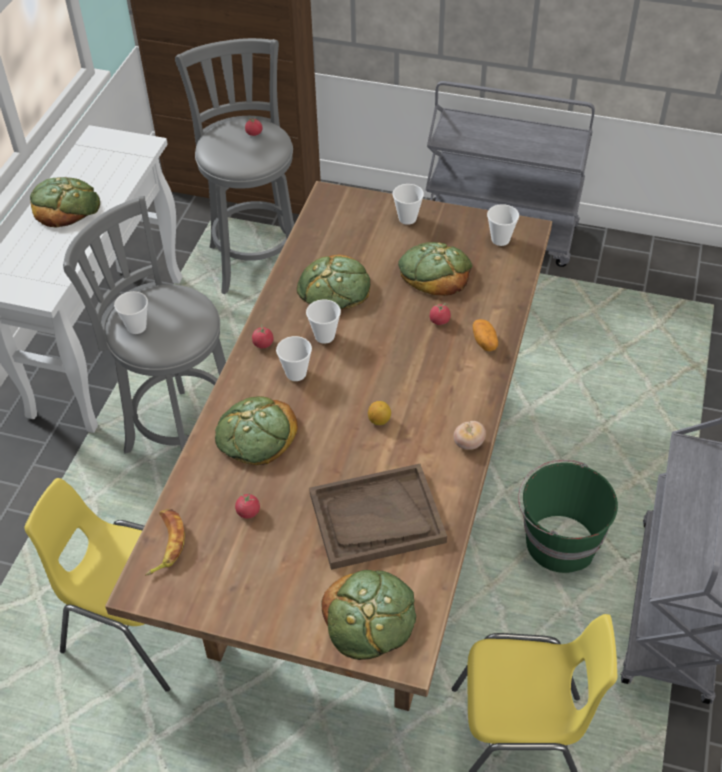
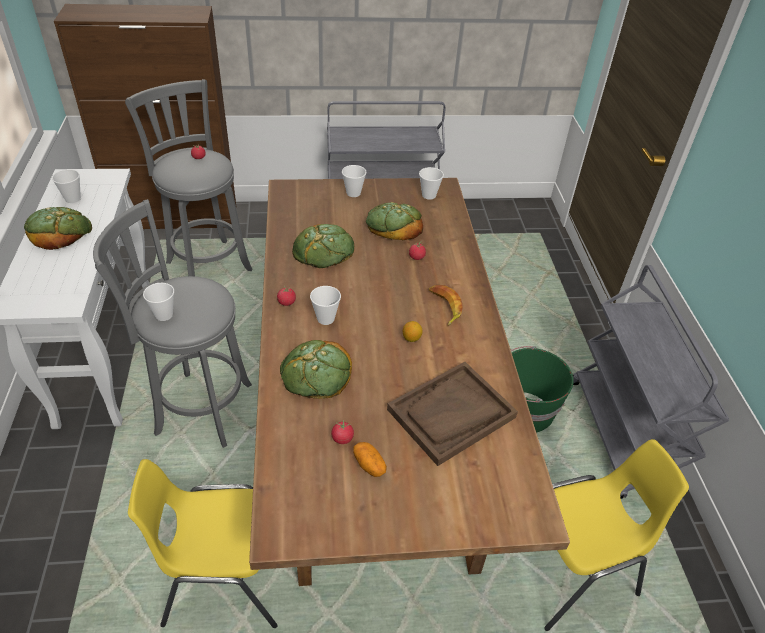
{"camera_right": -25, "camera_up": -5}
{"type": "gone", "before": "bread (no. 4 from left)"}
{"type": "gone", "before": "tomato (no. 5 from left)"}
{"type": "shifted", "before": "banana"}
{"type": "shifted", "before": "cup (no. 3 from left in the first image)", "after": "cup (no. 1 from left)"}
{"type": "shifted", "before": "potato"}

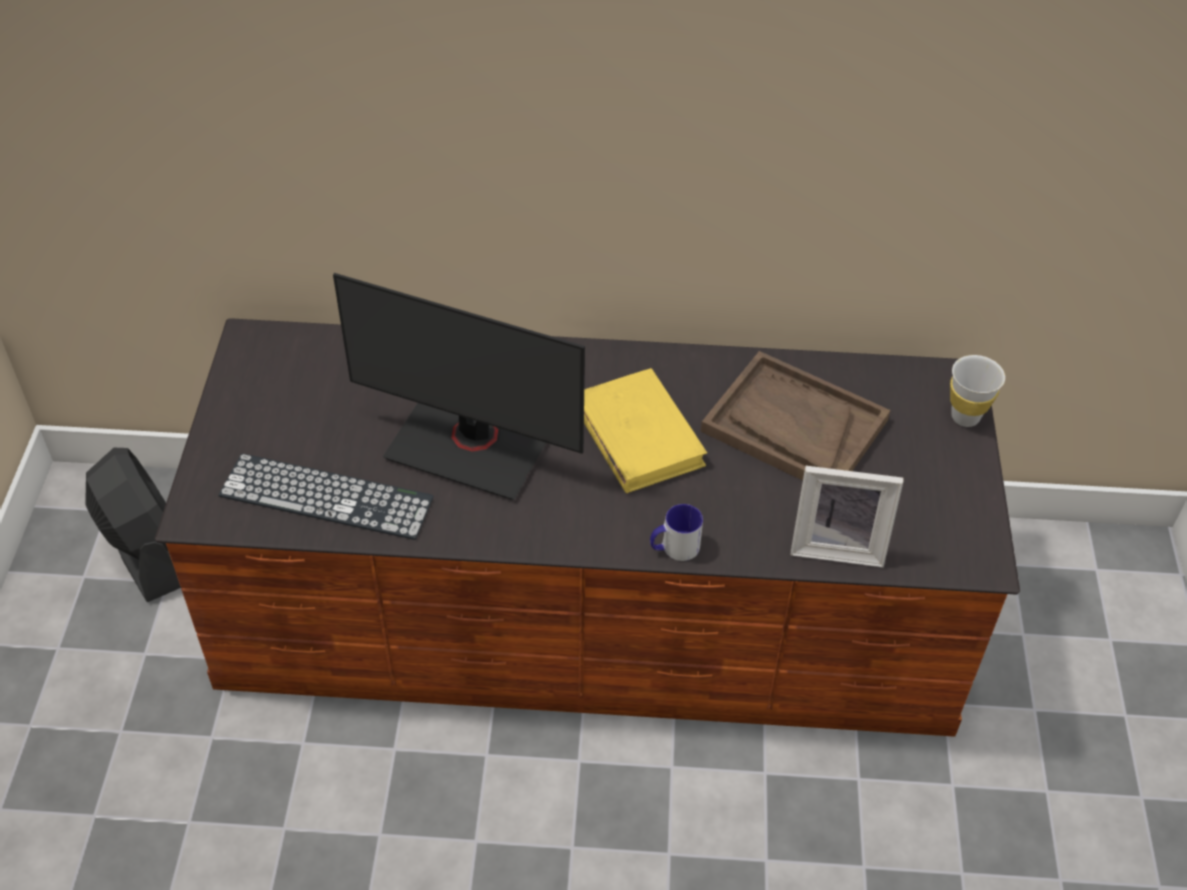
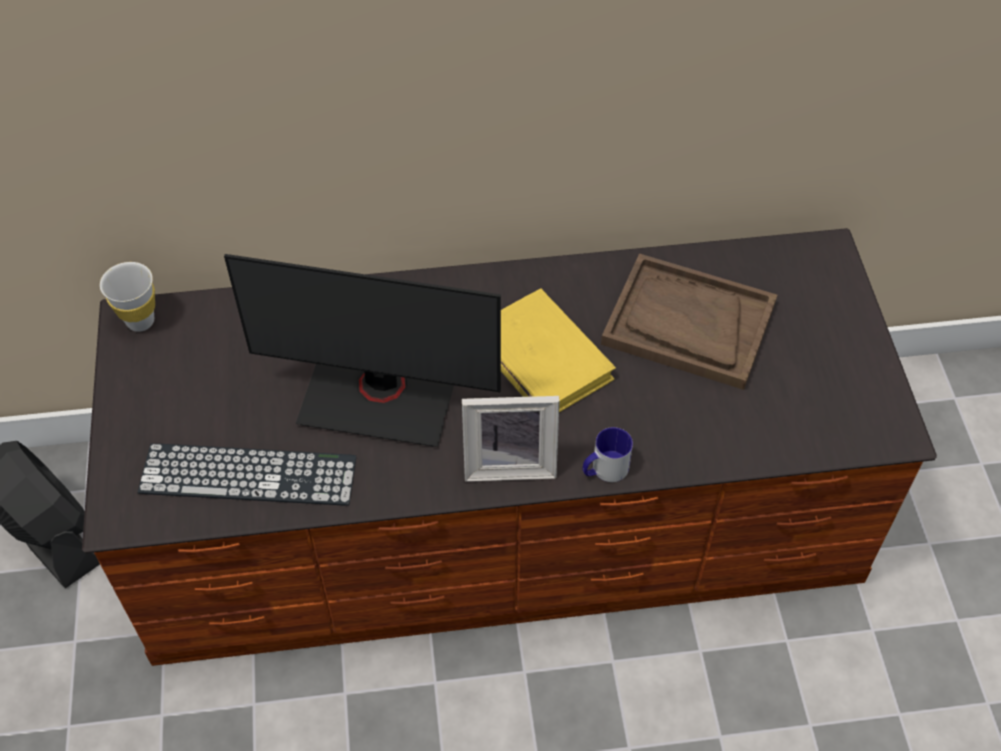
{"camera_right": -10, "camera_up": 5}
{"type": "shifted", "before": "picture frame"}
{"type": "shifted", "before": "white cup"}

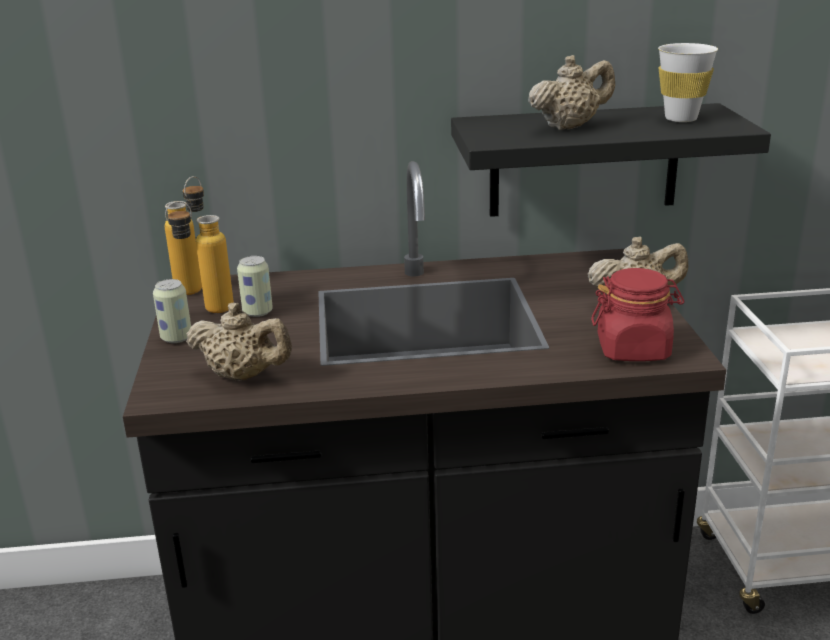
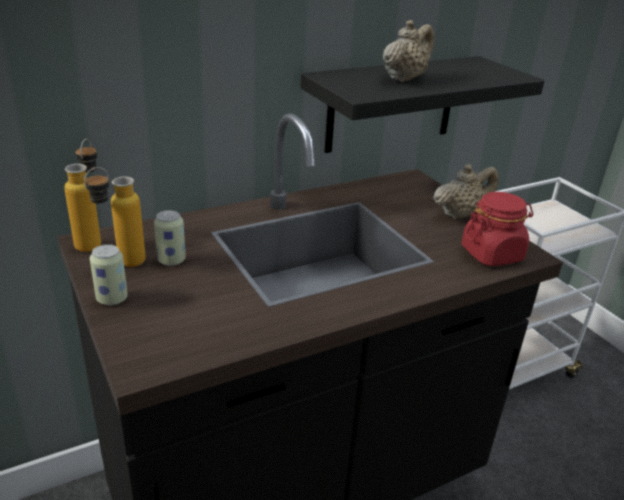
{"camera_right": -25, "camera_up": 5}
{"type": "gone", "before": "beige teapot (no. 1 from left)"}
{"type": "gone", "before": "white cup"}

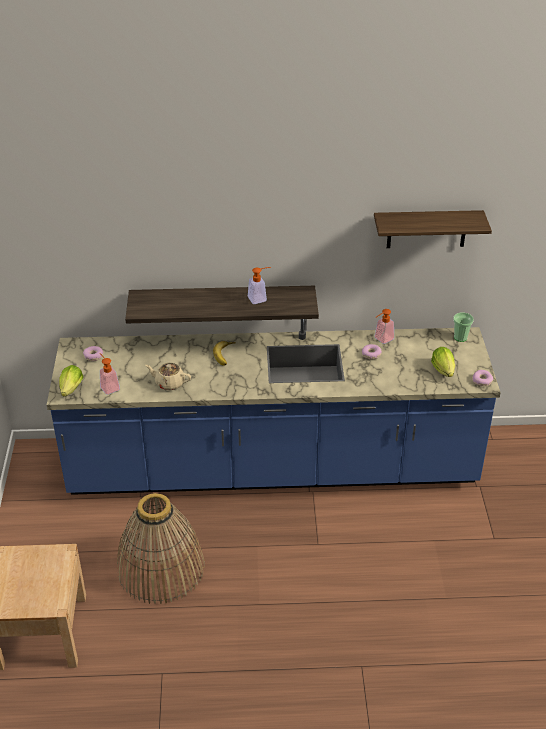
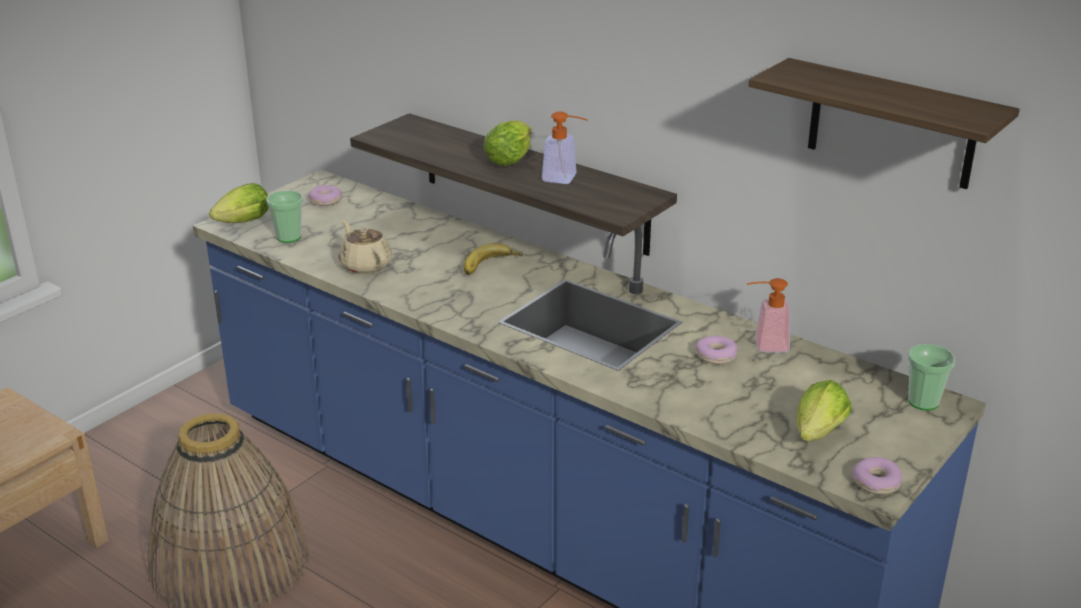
{"camera_right": 40, "camera_up": -10}
{"type": "new", "after": "lettuce (no. 2 from left)"}
{"type": "swapped", "before": "soap dispenser (no. 1 from left)", "after": "cup (no. 1 from left)"}

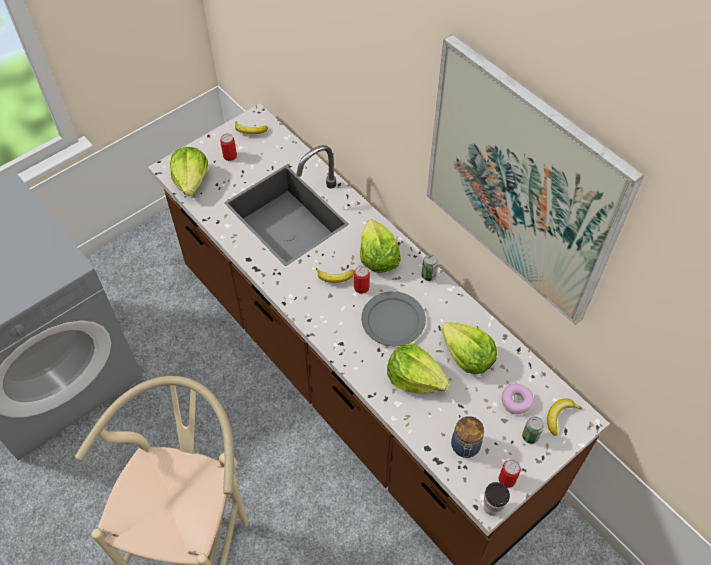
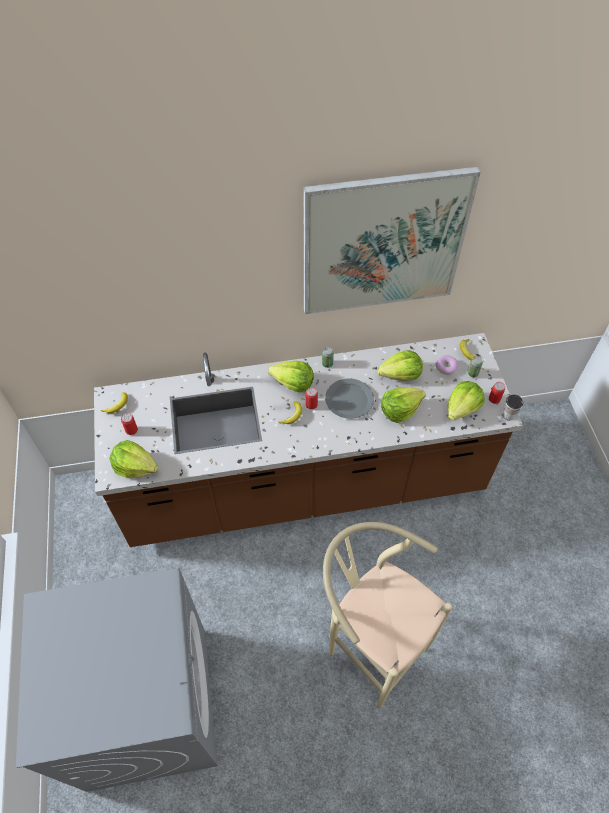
{"camera_right": -60, "camera_up": 0}
{"type": "swapped", "before": "jar", "after": "lettuce (no. 5 from left)"}

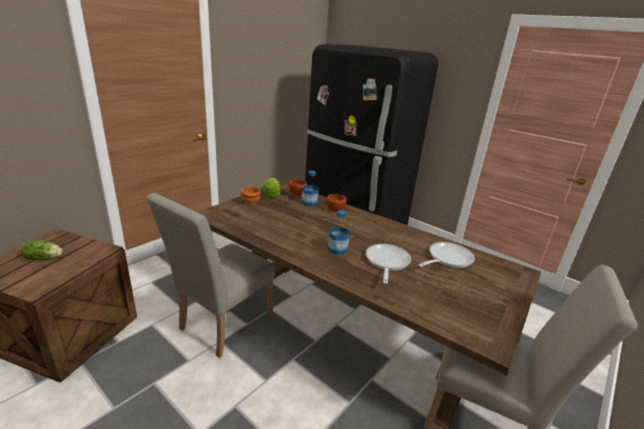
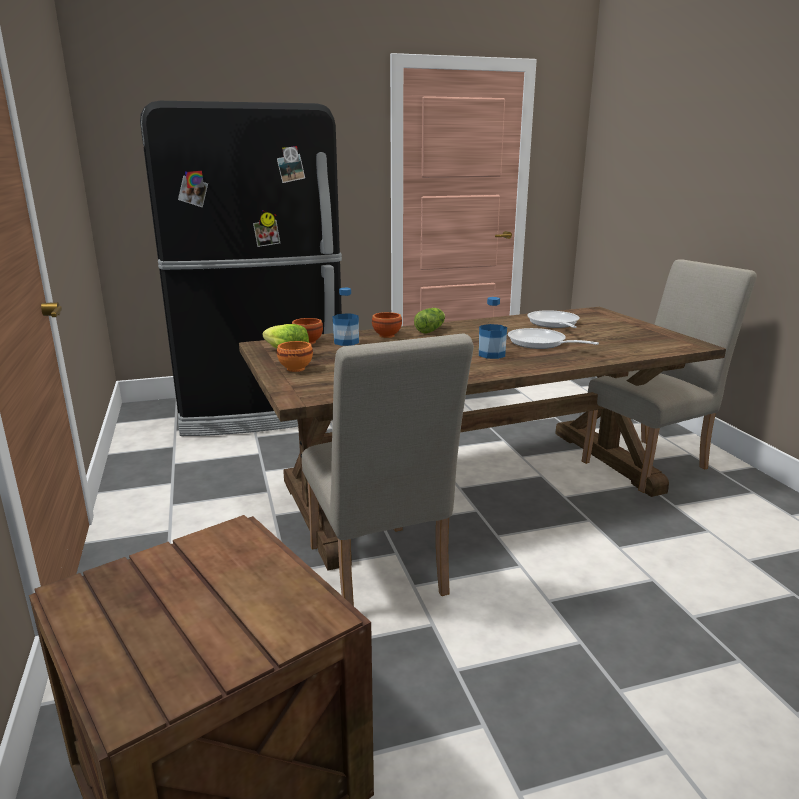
{"camera_right": -55, "camera_up": -5}
{"type": "shifted", "before": "lettuce (no. 1 from left in the first image)", "after": "lettuce (no. 2 from left)"}

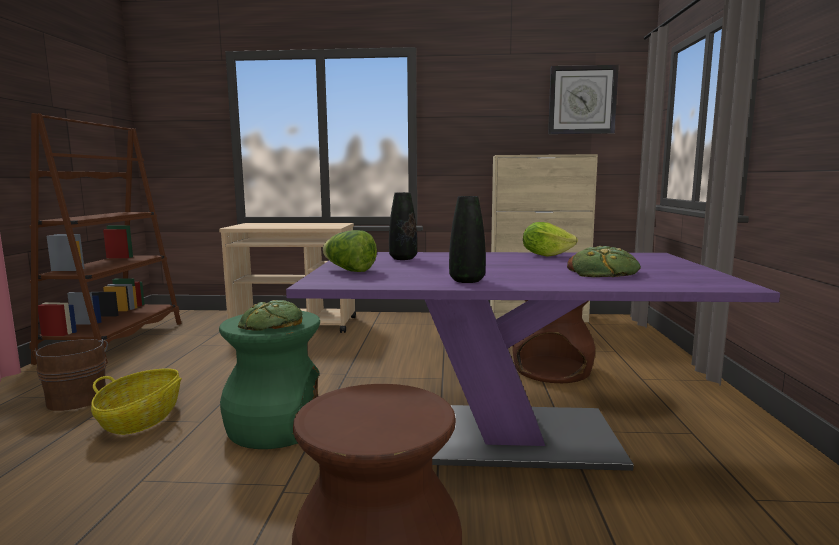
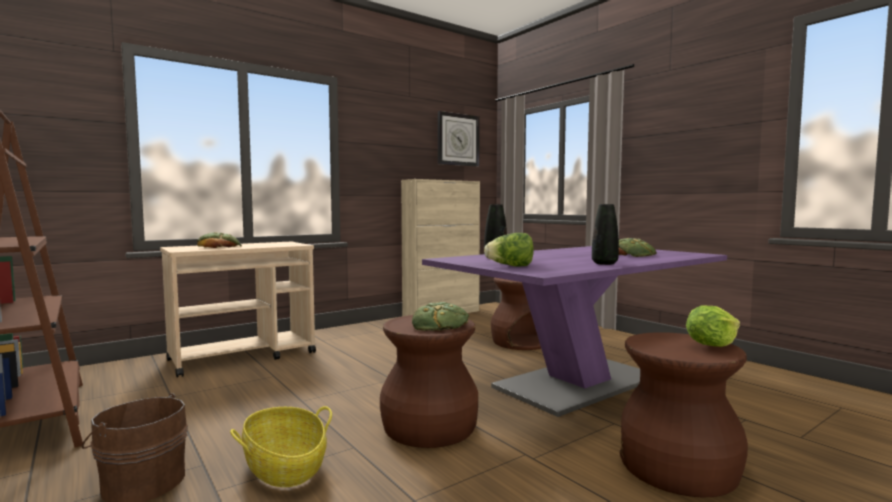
{"camera_right": -40, "camera_up": -5}
{"type": "new", "after": "bread (no. 1 from left)"}
{"type": "shifted", "before": "lettuce (no. 2 from left)"}
{"type": "repainted", "before": "green stool", "after": "brown stool (no. 1 from left)"}

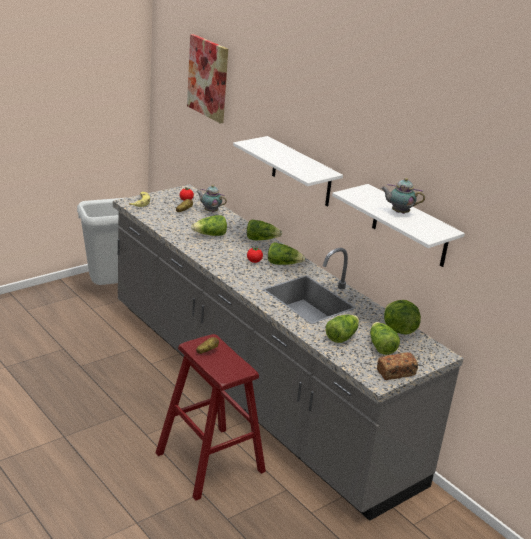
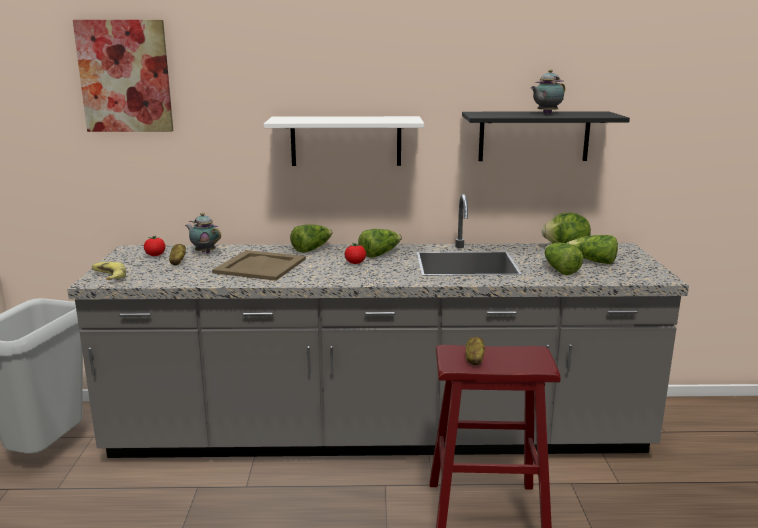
{"camera_right": -50, "camera_up": -10}
{"type": "gone", "before": "bread"}
{"type": "swapped", "before": "lettuce (no. 1 from left)", "after": "beige tray"}
{"type": "repainted", "before": "white shelf (no. 2 from left)", "after": "black shelf"}
{"type": "rotated", "before": "teapot (no. 1 from left)", "turn": 60}

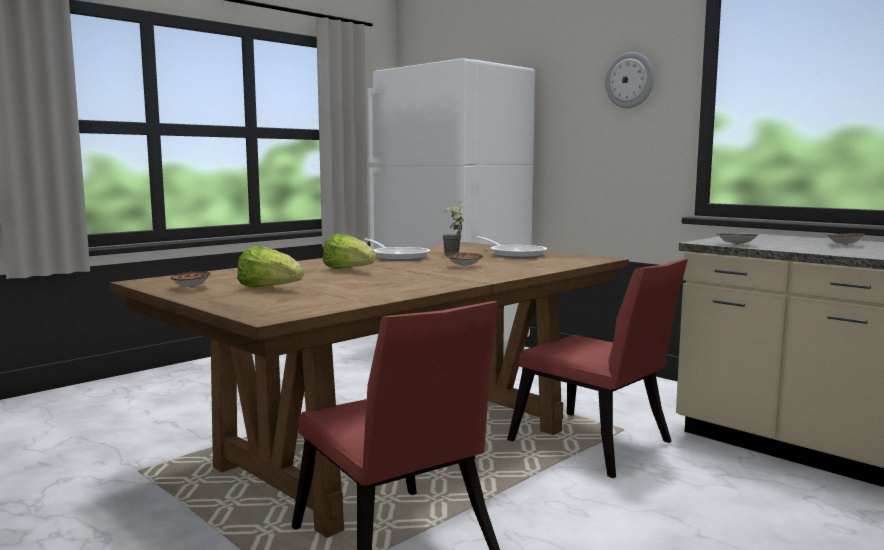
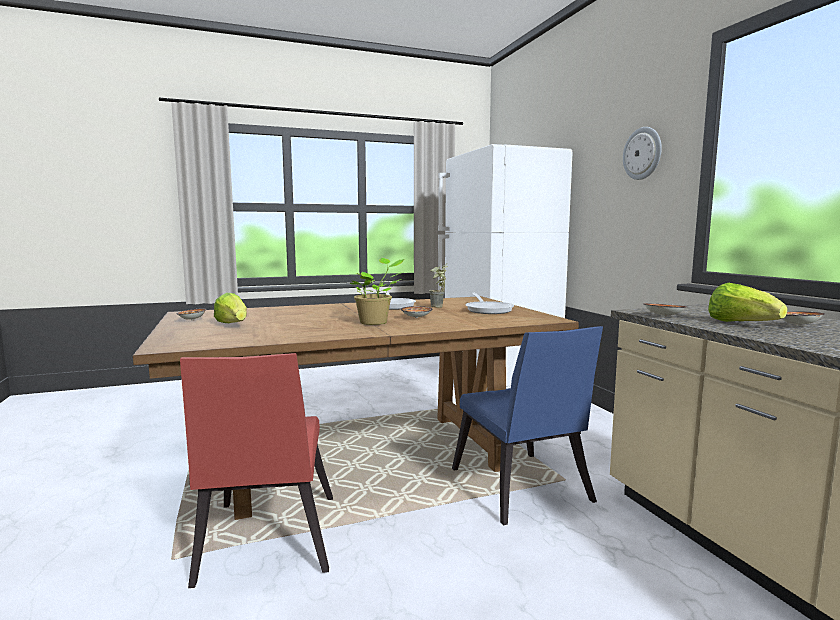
{"camera_right": 25, "camera_up": 0}
{"type": "new", "after": "potted plant (no. 1 from left)"}
{"type": "shifted", "before": "lettuce (no. 2 from left)"}
{"type": "repainted", "before": "red chair (no. 2 from left)", "after": "blue chair"}

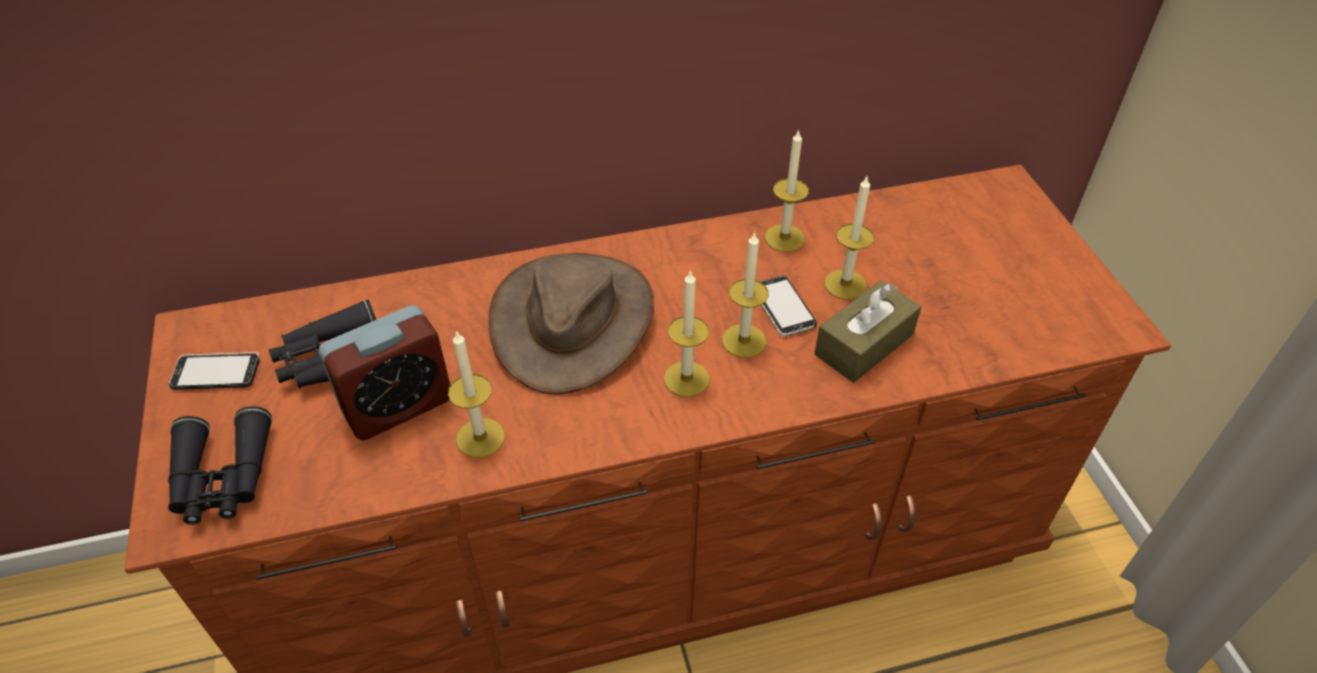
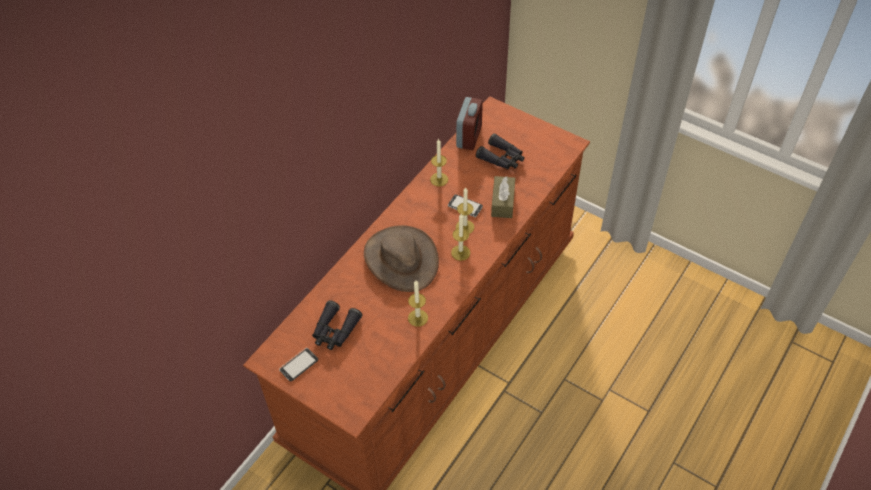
{"camera_right": -40, "camera_up": 5}
{"type": "gone", "before": "candle (no. 5 from left)"}
{"type": "shifted", "before": "black binoculars (no. 1 from left in the first image)", "after": "black binoculars (no. 2 from left)"}
{"type": "shifted", "before": "alarm clock"}

